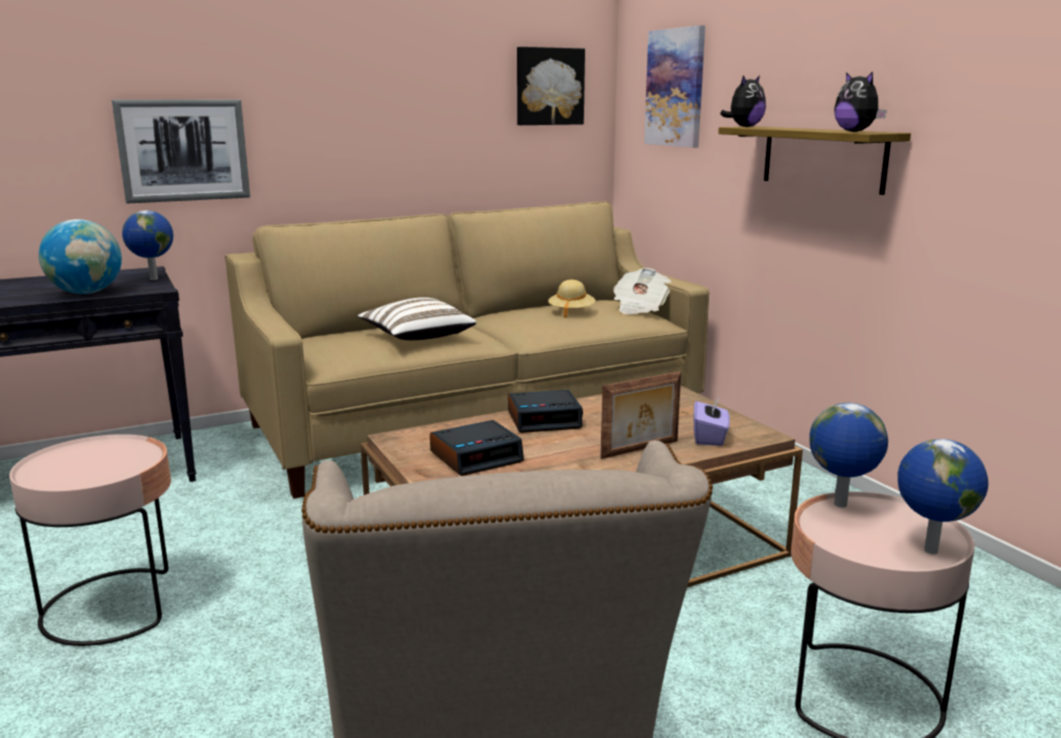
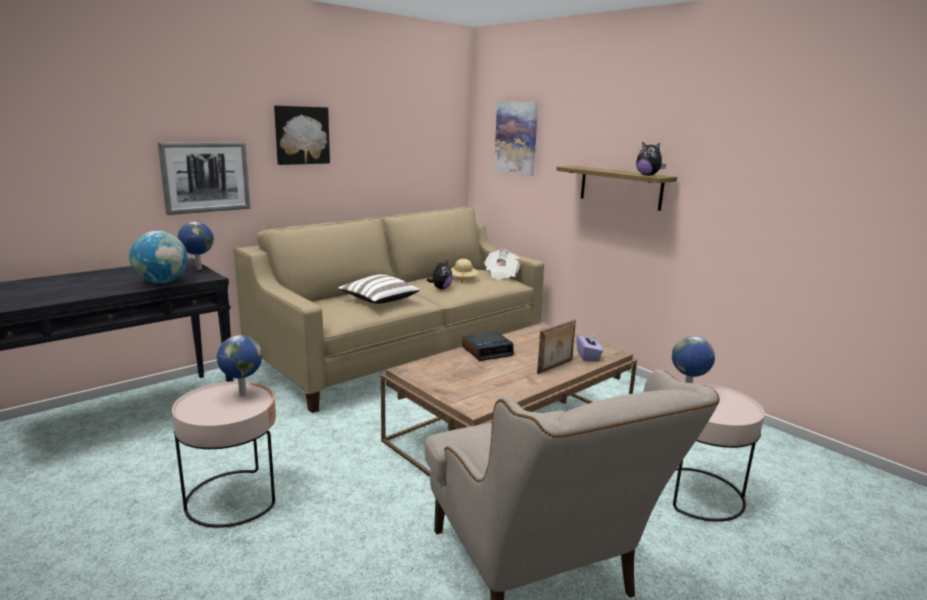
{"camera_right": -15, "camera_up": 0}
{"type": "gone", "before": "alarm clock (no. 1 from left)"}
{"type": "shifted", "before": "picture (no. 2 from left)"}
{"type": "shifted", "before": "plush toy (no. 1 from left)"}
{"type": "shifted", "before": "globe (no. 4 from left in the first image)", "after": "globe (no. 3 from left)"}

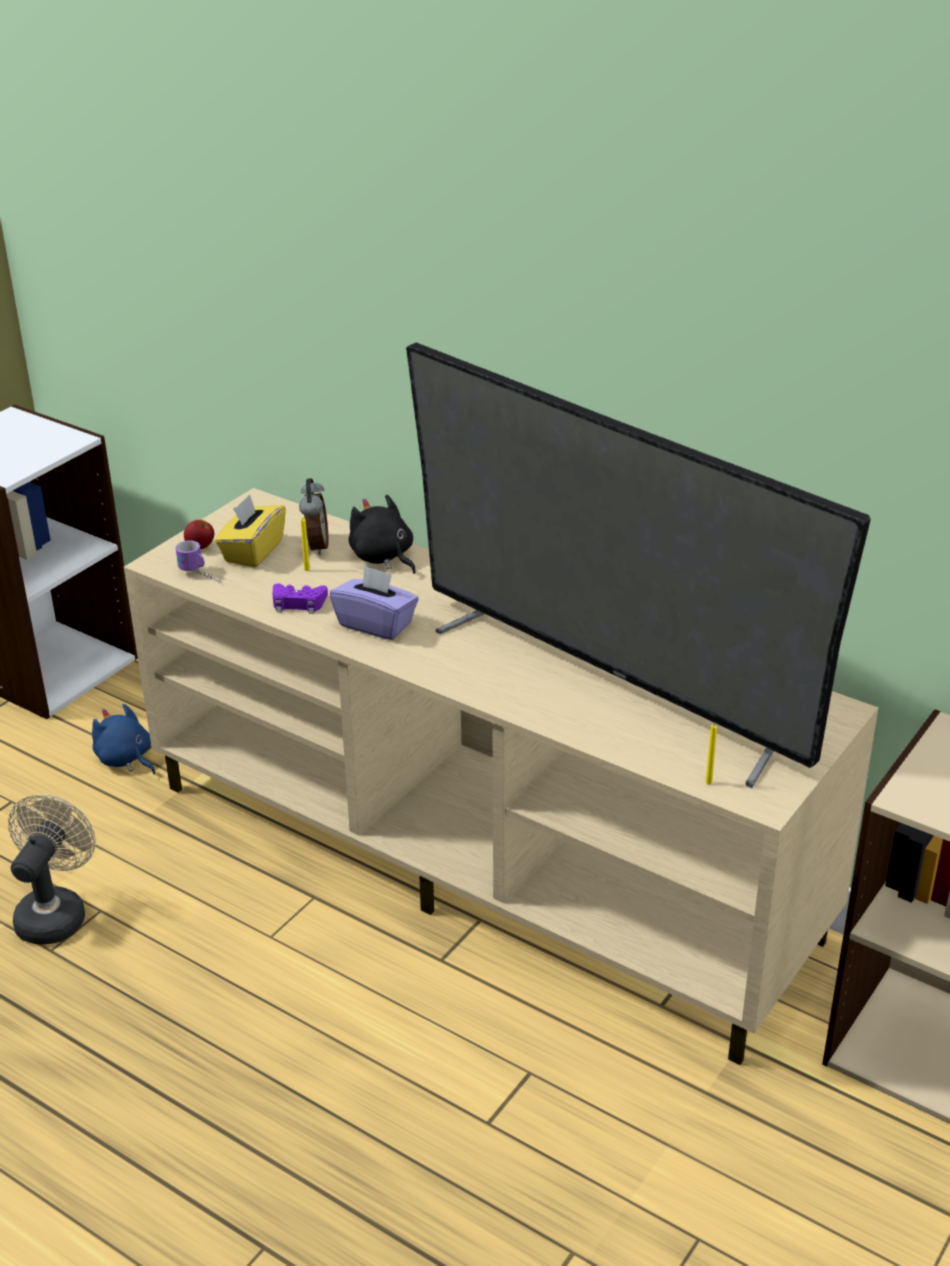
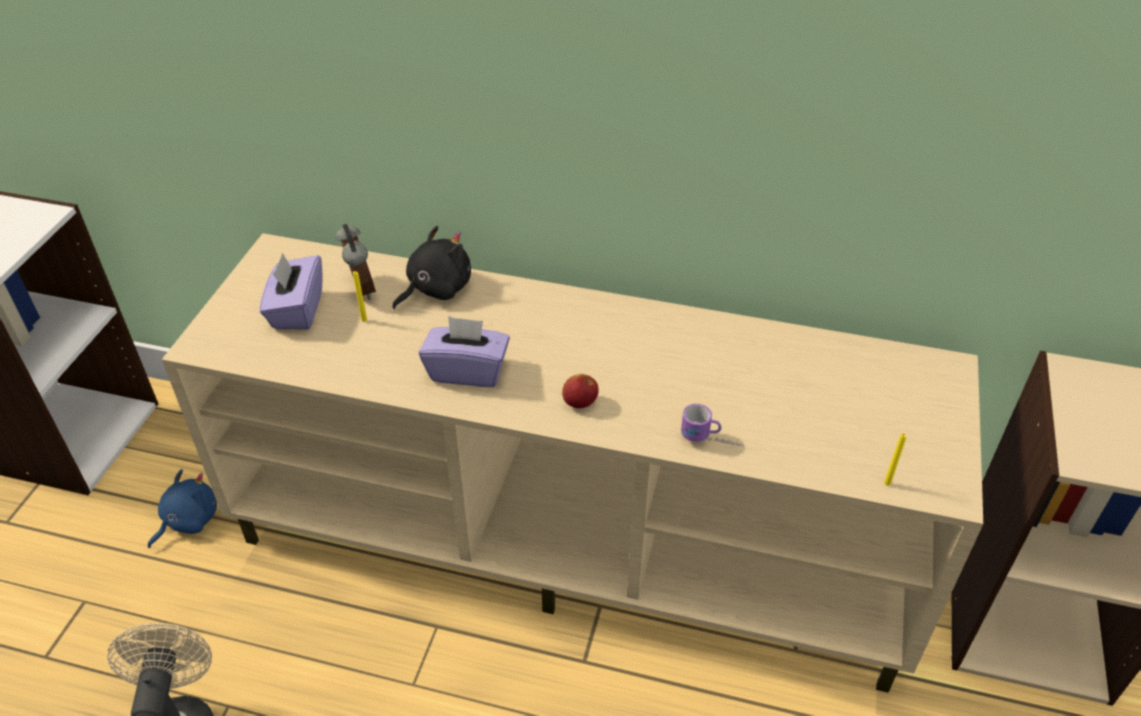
{"camera_right": -20, "camera_up": 10}
{"type": "gone", "before": "purple game controller"}
{"type": "gone", "before": "television"}
{"type": "shifted", "before": "mug"}
{"type": "shifted", "before": "apple"}
{"type": "repainted", "before": "yellow tissue box", "after": "purple tissue box (no. 1 from left)"}
{"type": "rotated", "before": "blue plush toy", "turn": 105}
{"type": "rotated", "before": "black plush toy", "turn": 105}

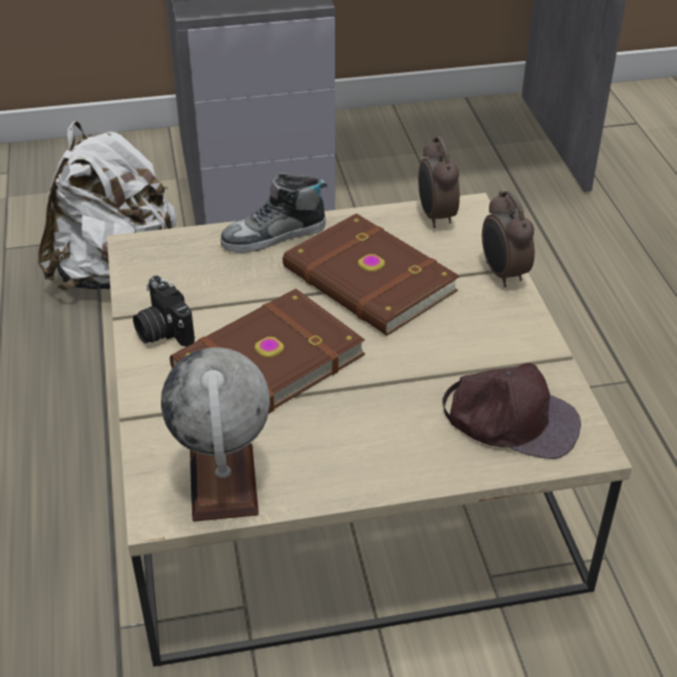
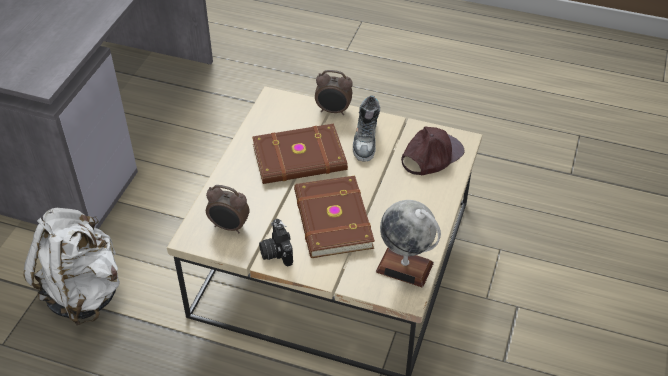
{"camera_right": -60, "camera_up": 5}
{"type": "shifted", "before": "shoe"}
{"type": "shifted", "before": "alarm clock (no. 1 from left)"}
{"type": "rotated", "before": "photo camera", "turn": 75}

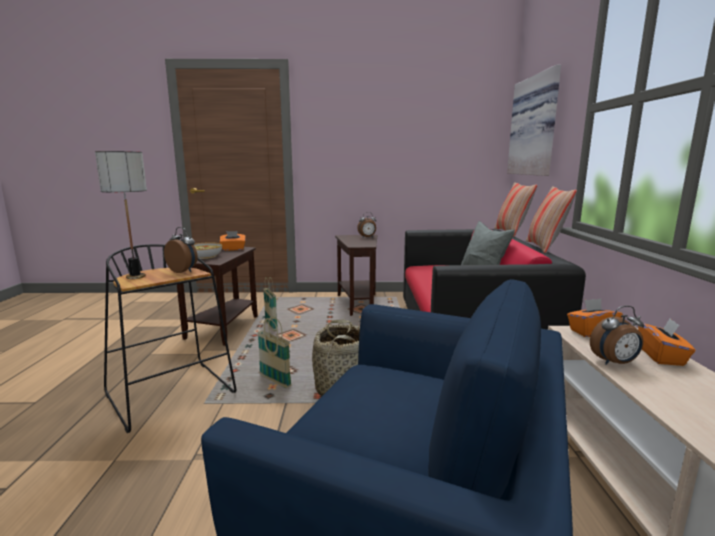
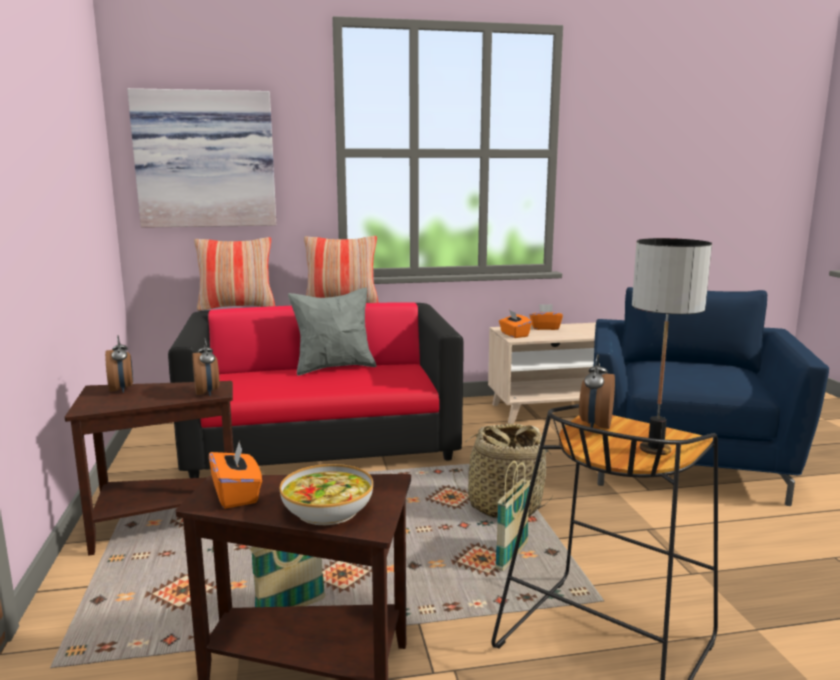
{"camera_right": -100, "camera_up": 0}
{"type": "shifted", "before": "alarm clock (no. 3 from left in the first image)", "after": "alarm clock (no. 2 from left)"}

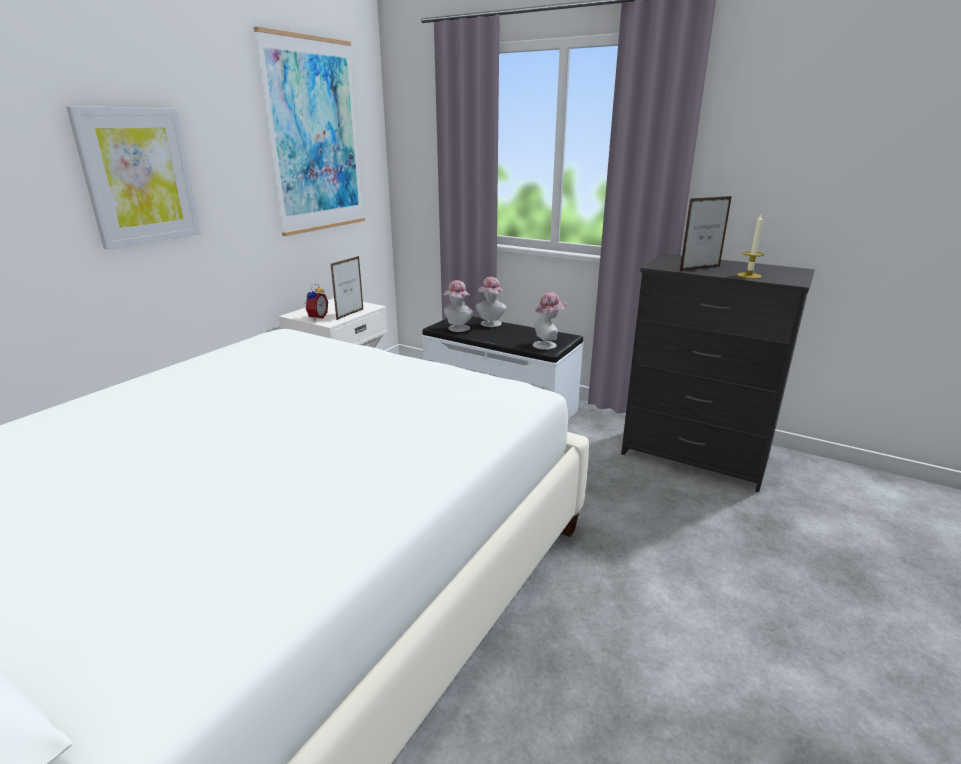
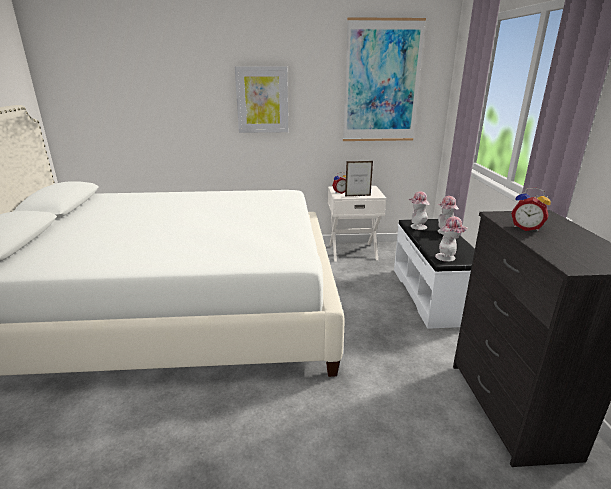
{"camera_right": 55, "camera_up": 0}
{"type": "gone", "before": "candle"}
{"type": "swapped", "before": "picture frame (no. 2 from left)", "after": "alarm clock (no. 2 from left)"}

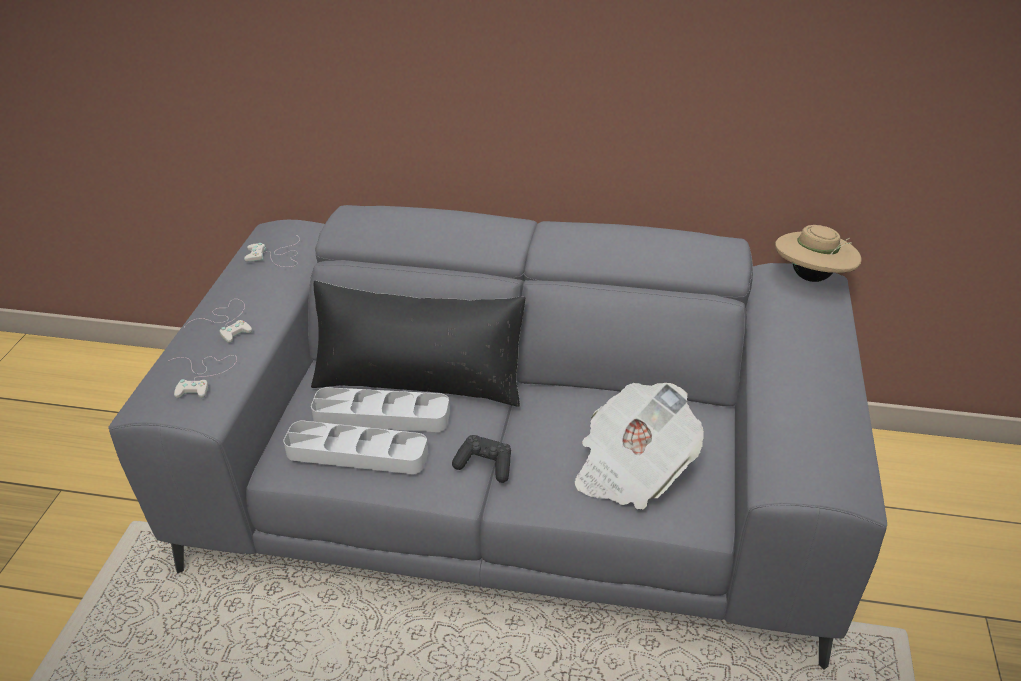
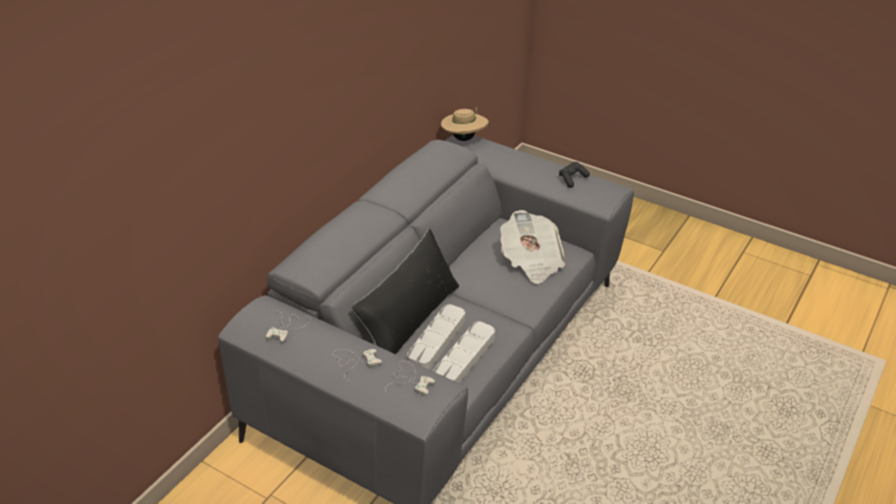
{"camera_right": -70, "camera_up": 0}
{"type": "shifted", "before": "black game controller"}

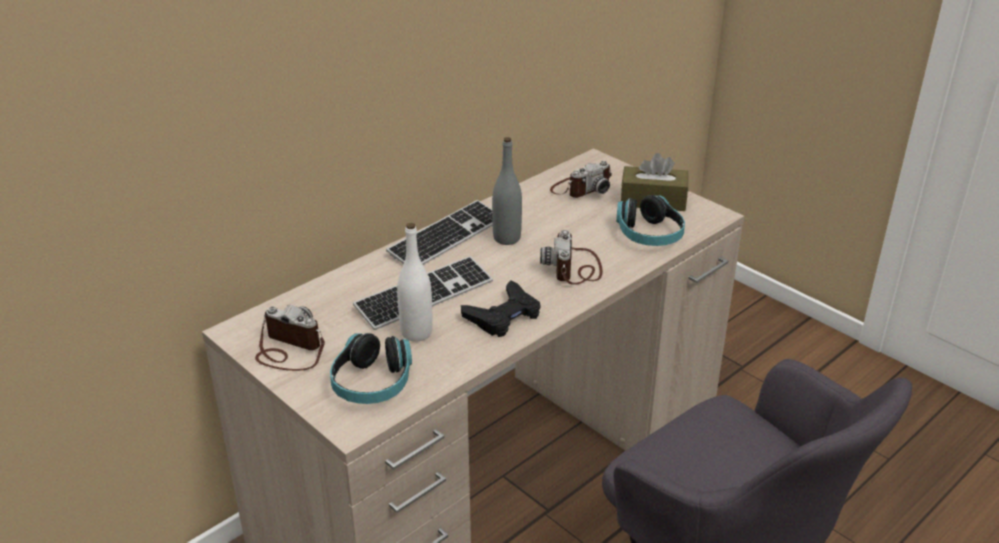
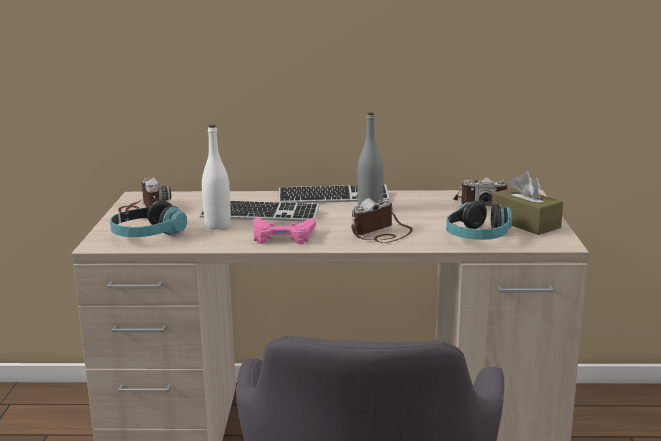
{"camera_right": 45, "camera_up": -15}
{"type": "repainted", "before": "black game controller", "after": "pink game controller"}

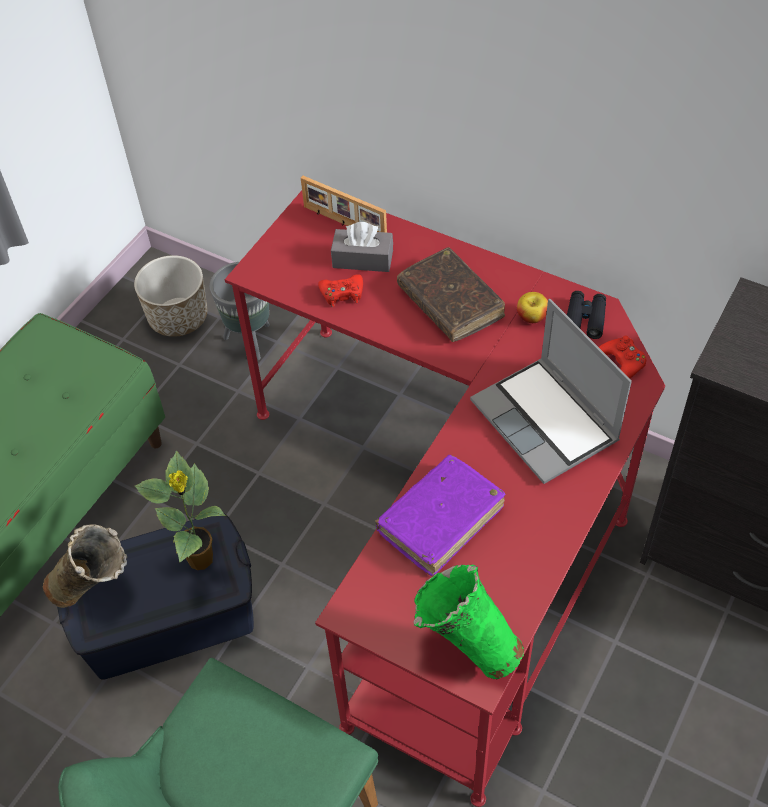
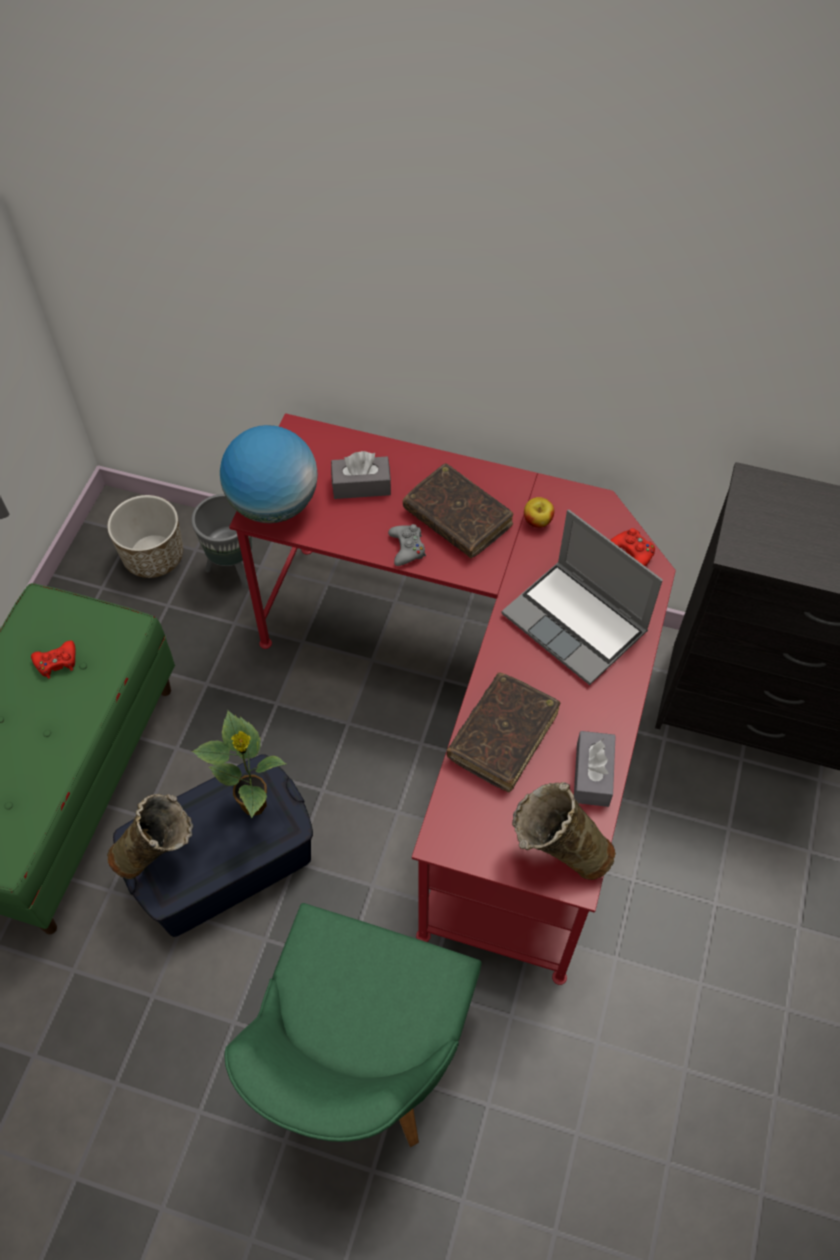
{"camera_right": -15, "camera_up": 5}
{"type": "gone", "before": "picture frame"}
{"type": "gone", "before": "black binoculars"}
{"type": "new", "after": "globe"}
{"type": "new", "after": "grey game controller"}
{"type": "new", "after": "grey tissue box (no. 2 from left)"}
{"type": "shifted", "before": "red game controller (no. 1 from left)"}
{"type": "repainted", "before": "purple book", "after": "brown book (no. 2 from left)"}
{"type": "repainted", "before": "green vase", "after": "beige vase (no. 2 from left)"}

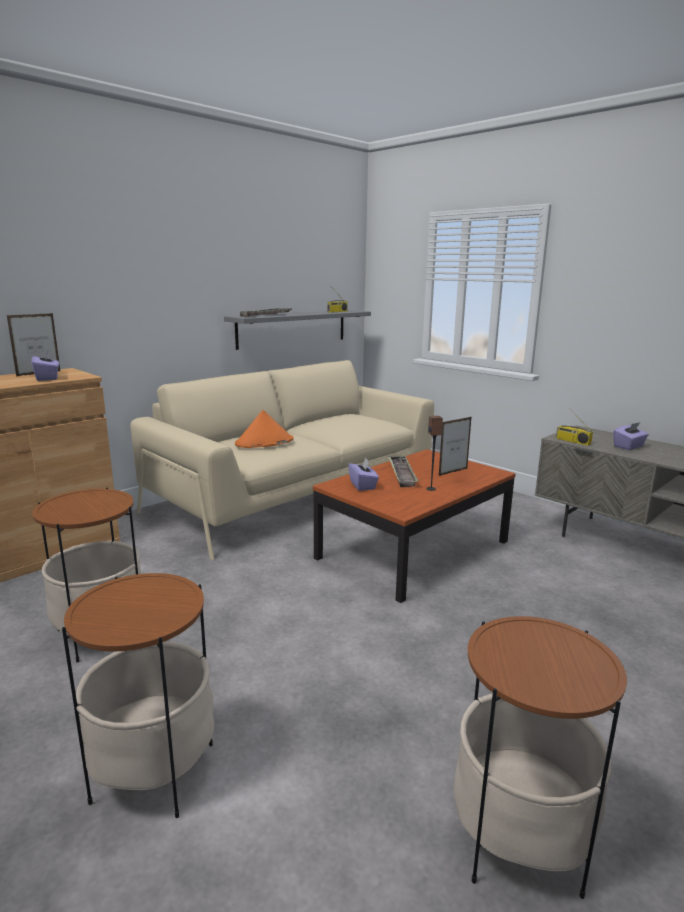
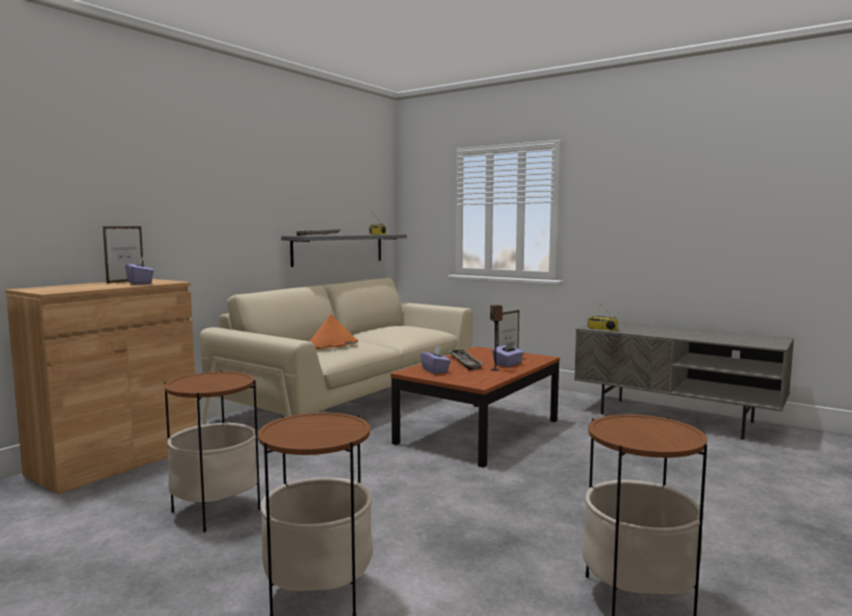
{"camera_right": -10, "camera_up": -10}
{"type": "shifted", "before": "purple tissue box (no. 3 from left)"}

